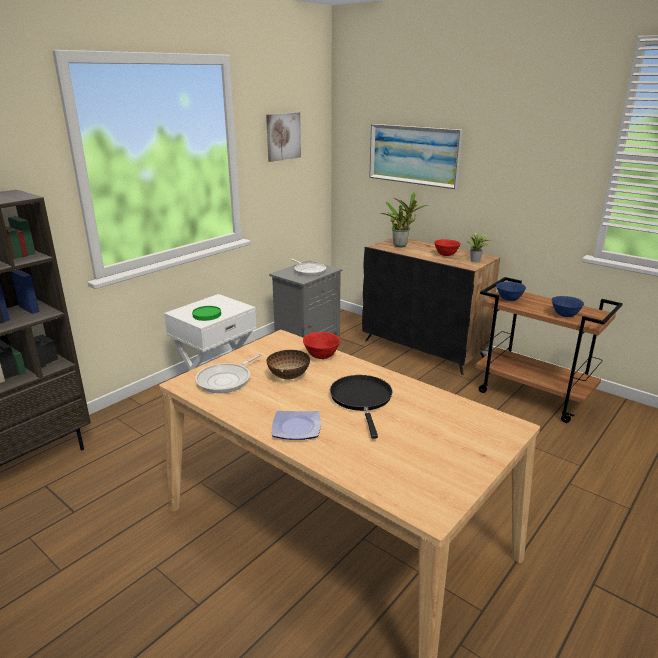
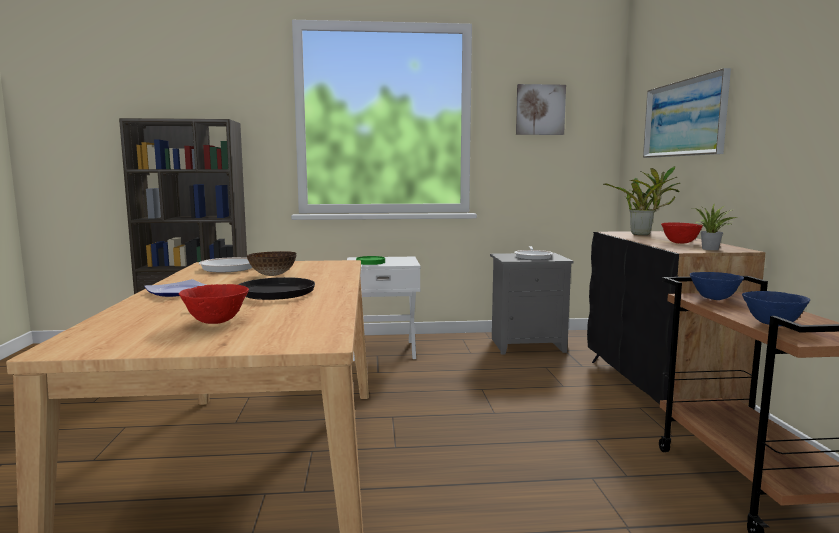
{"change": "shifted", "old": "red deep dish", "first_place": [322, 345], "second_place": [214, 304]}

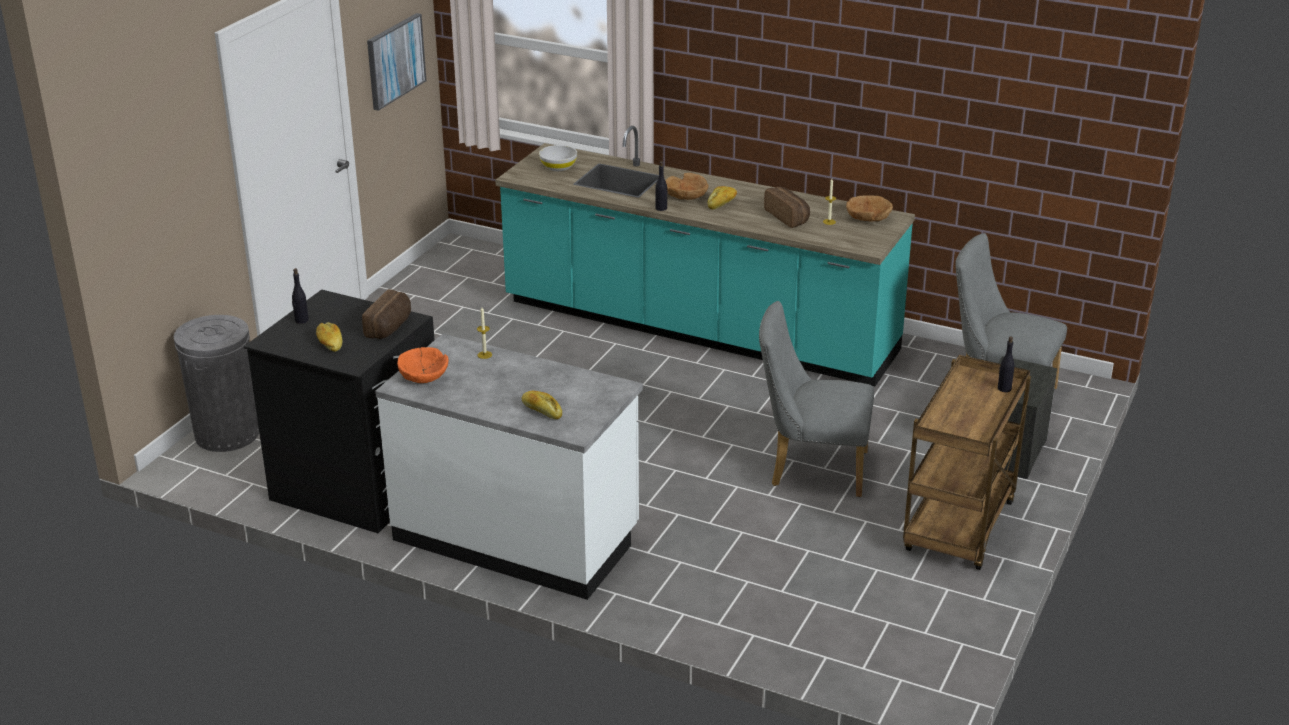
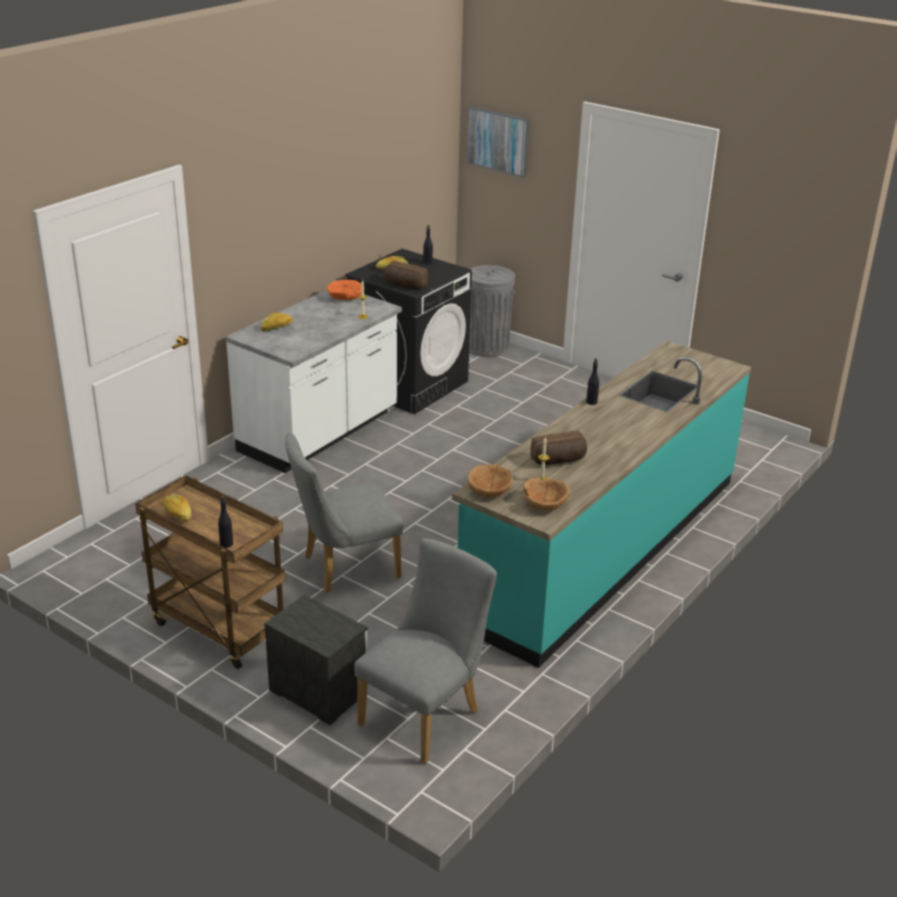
{"change": "shifted", "old": "picture", "first_place": [396, 62], "second_place": [498, 141]}
{"change": "gone", "old": "white-coloured deep dish", "first_place": [558, 158]}
{"change": "shifted", "old": "brown-coloured deep dish", "first_place": [687, 186], "second_place": [490, 480]}
{"change": "shifted", "old": "bakery bread", "first_place": [722, 198], "second_place": [177, 507]}
{"change": "rotated", "old": "gray upright chair", "first_place": [816, 399], "second_place": [344, 512], "degrees": -135}

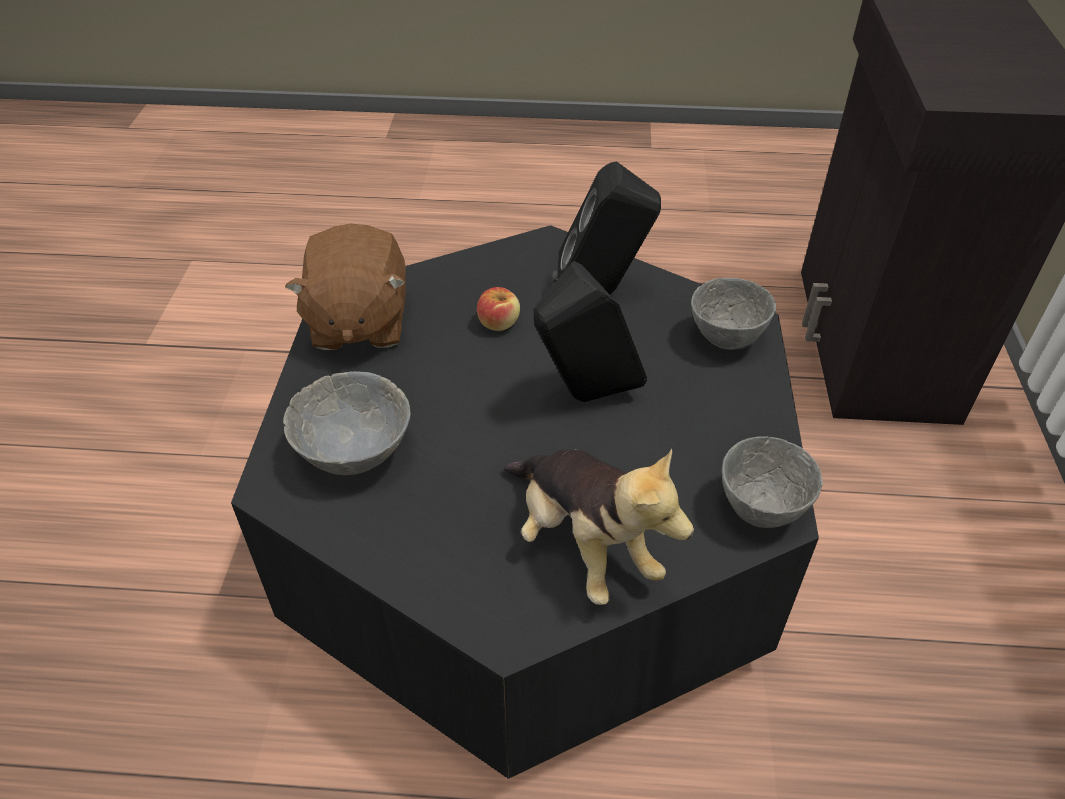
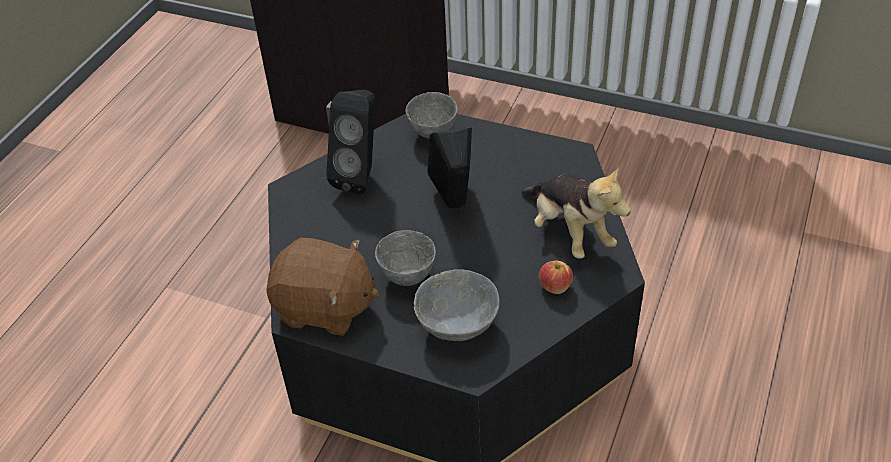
{"change": "shifted", "old": "apple", "first_place": [498, 309], "second_place": [556, 277]}
{"change": "shifted", "old": "gray deep dish", "first_place": [772, 482], "second_place": [405, 258]}
{"change": "rotated", "old": "cuddly toy", "first_place": [598, 527], "second_place": [576, 212], "degrees": 75}

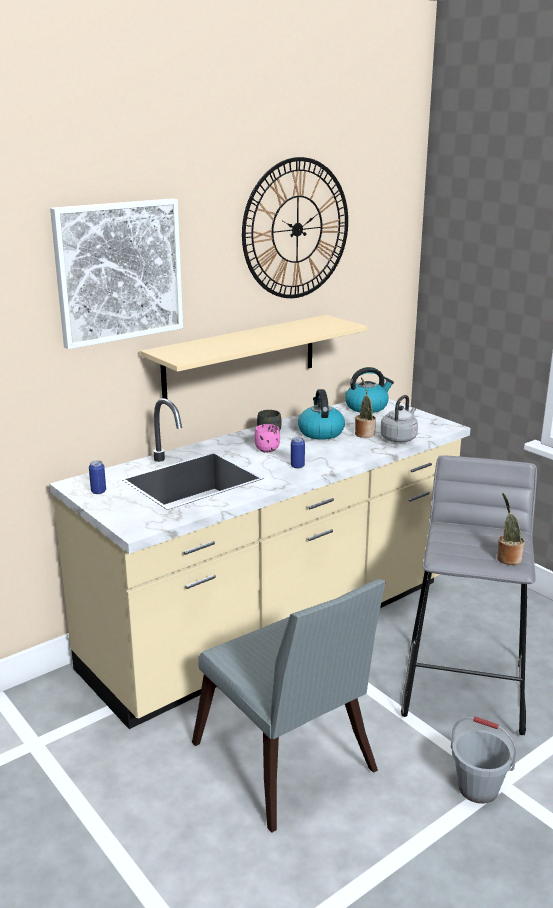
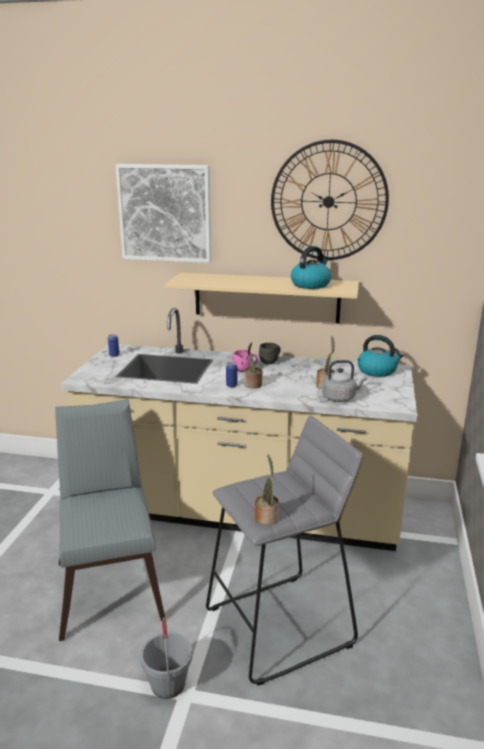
{"change": "shifted", "old": "tea kettle", "first_place": [321, 414], "second_place": [311, 267]}
{"change": "rotated", "old": "gray upright chair", "first_place": [289, 706], "second_place": [110, 520], "degrees": 150}
{"change": "new", "new": "potted plant", "second_place": [254, 365]}

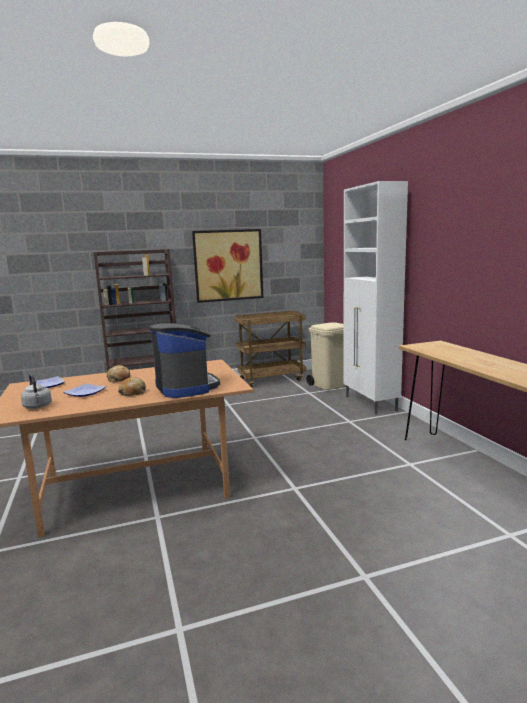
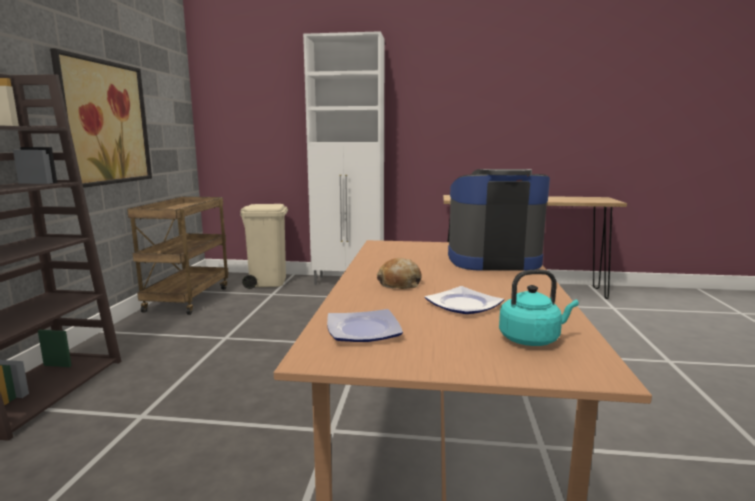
{"change": "repainted", "old": "gray tea kettle", "new": "blue-green tea kettle", "first_place": [36, 391], "second_place": [539, 308]}
{"change": "gone", "old": "bakery bread", "first_place": [132, 386]}

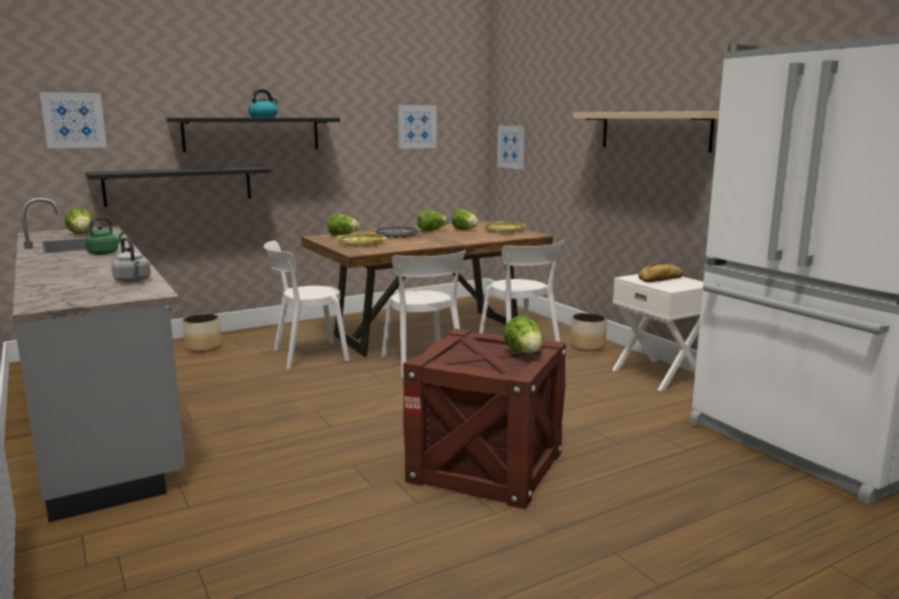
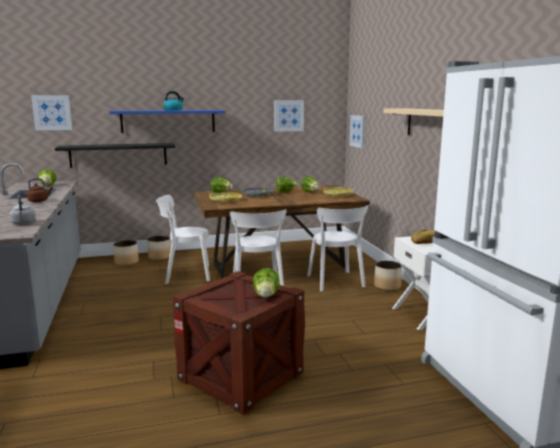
{"change": "repainted", "old": "black-coloured wall shelf", "new": "bluish wall shelf", "first_place": [253, 135], "second_place": [167, 121]}
{"change": "repainted", "old": "green tea kettle", "new": "brown-coloured tea kettle", "first_place": [104, 236], "second_place": [40, 190]}
{"change": "new", "new": "plant pot", "second_place": [159, 248]}

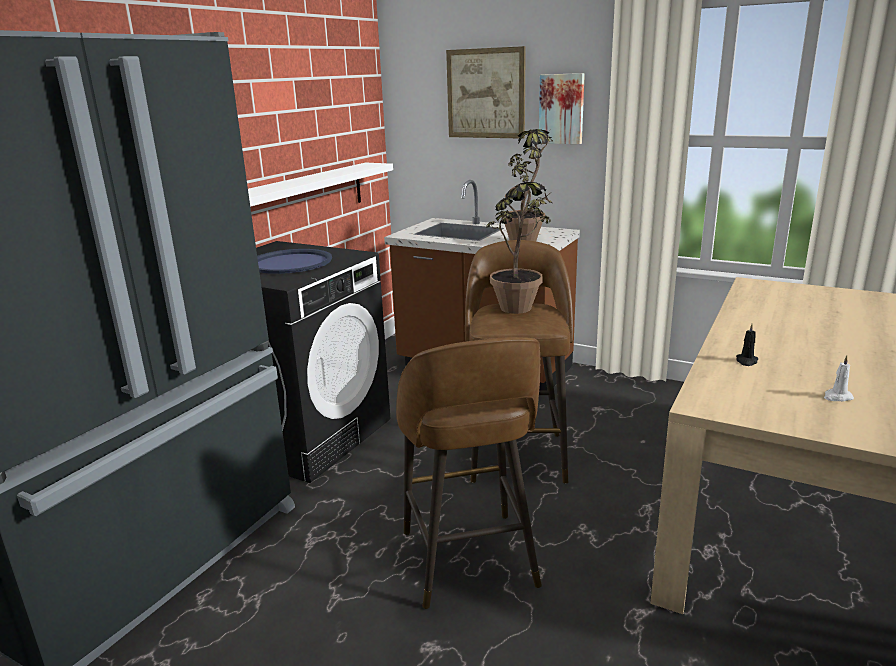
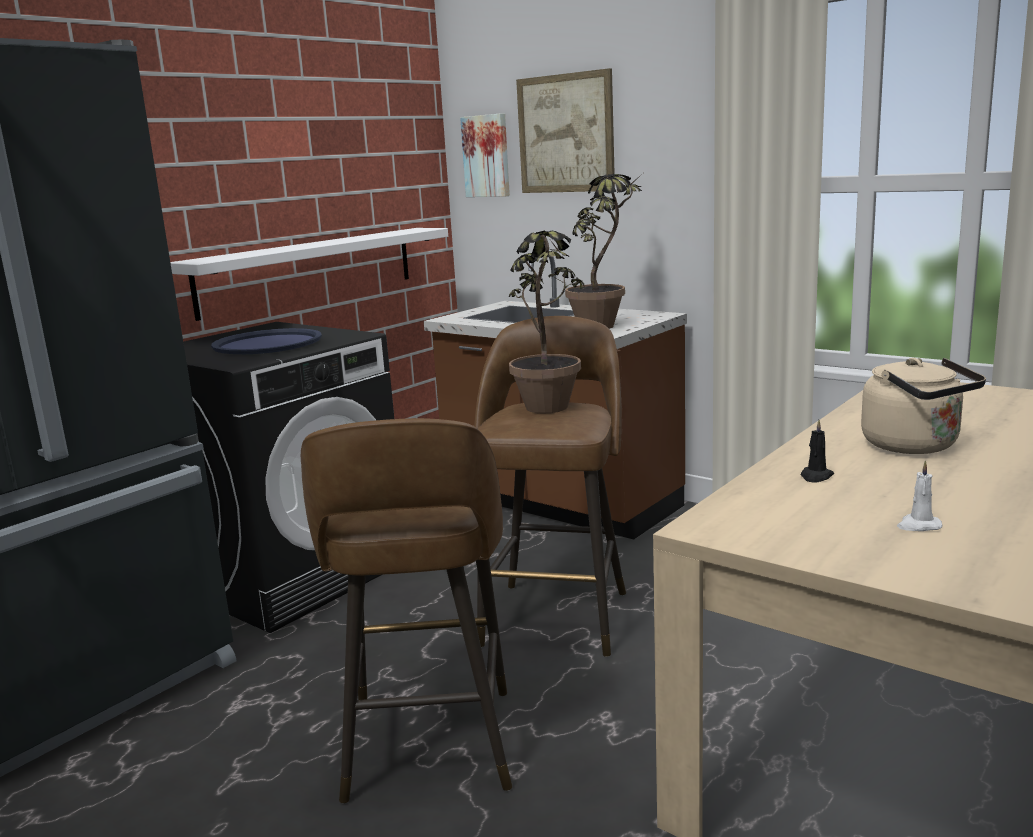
{"change": "shifted", "old": "picture", "first_place": [562, 108], "second_place": [485, 155]}
{"change": "new", "new": "beige tea kettle", "second_place": [923, 406]}

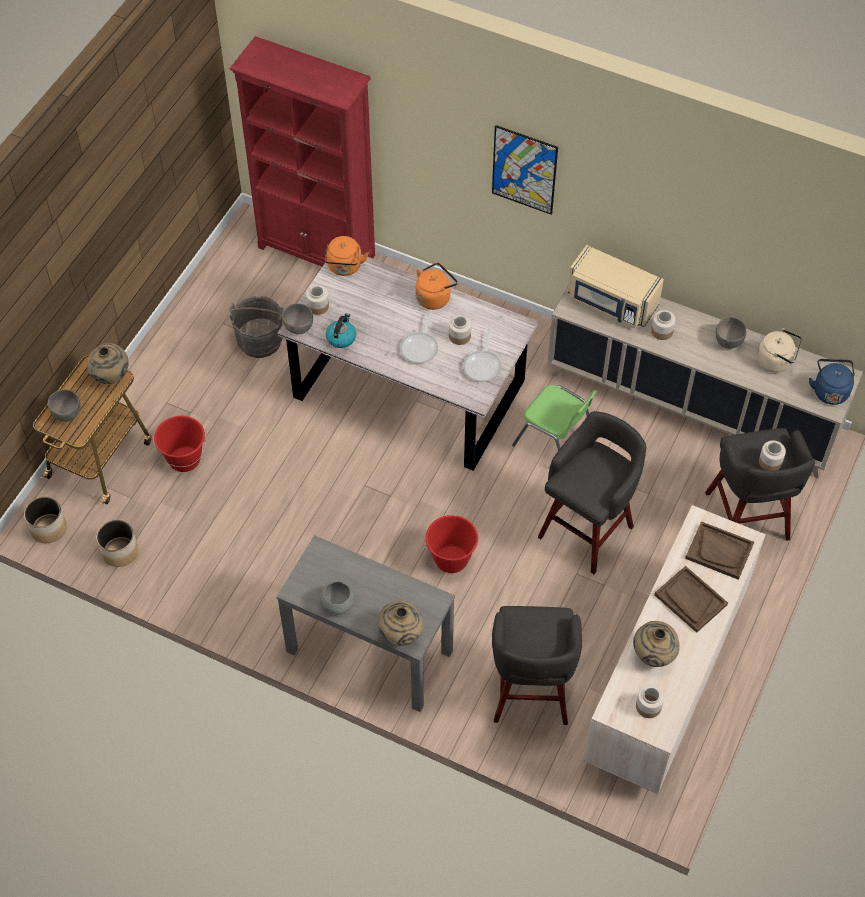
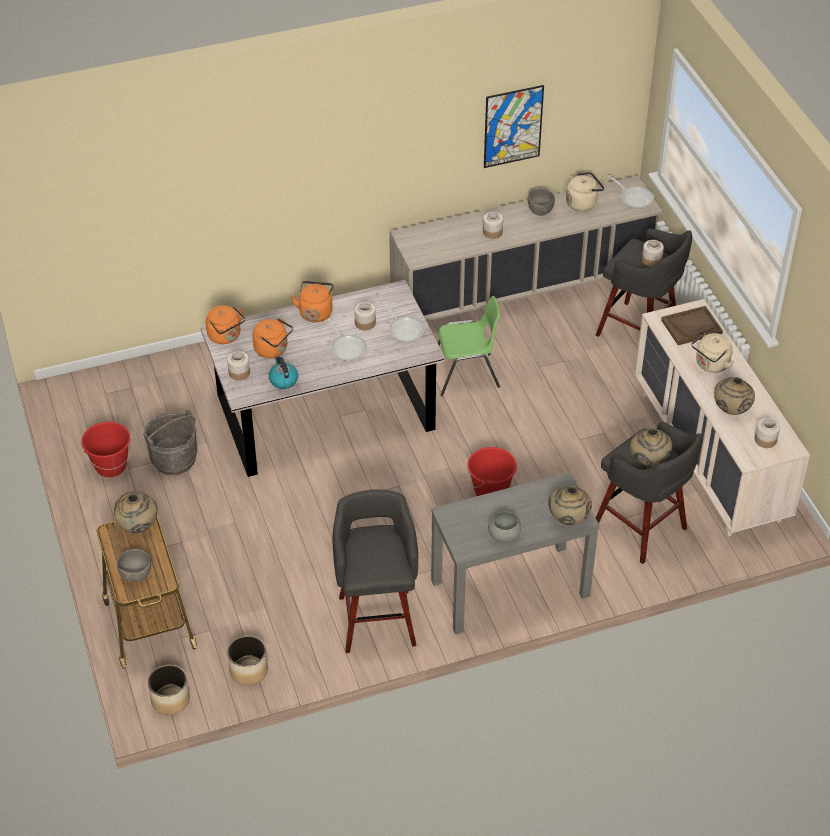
{"change": "gone", "old": "red bookshelf", "first_place": [302, 151]}
{"change": "shifted", "old": "picture", "first_place": [525, 170], "second_place": [514, 126]}
{"change": "gone", "old": "beige microwave oven", "first_place": [616, 287]}
{"change": "gone", "old": "gray deep dish", "first_place": [297, 318]}
{"change": "swapped", "old": "bluish tea kettle", "new": "frying pan", "first_place": [832, 382], "second_place": [631, 192]}
{"change": "shifted", "old": "gray sitting stool", "first_place": [592, 492], "second_place": [375, 571]}
{"change": "shifted", "old": "red bucket", "first_place": [179, 443], "second_place": [106, 449]}
{"change": "swapped", "old": "brown-coloured serving tray", "new": "beige tea kettle", "first_place": [691, 599], "second_place": [713, 353]}
{"change": "new", "new": "orangey tea kettle", "second_place": [272, 338]}
{"change": "new", "new": "beige decorative vase", "second_place": [651, 447]}

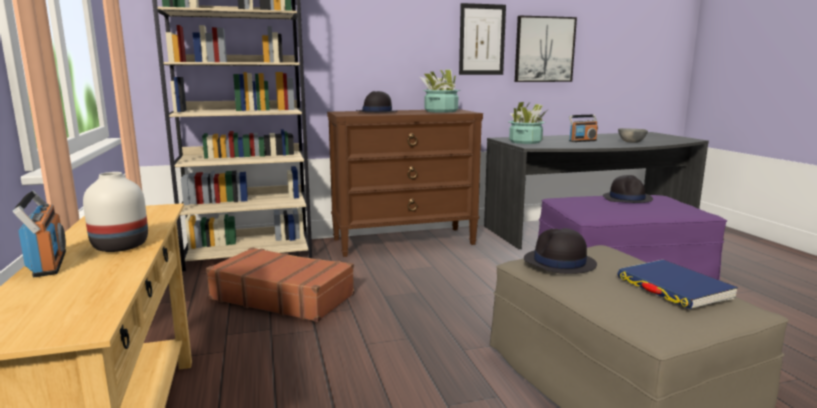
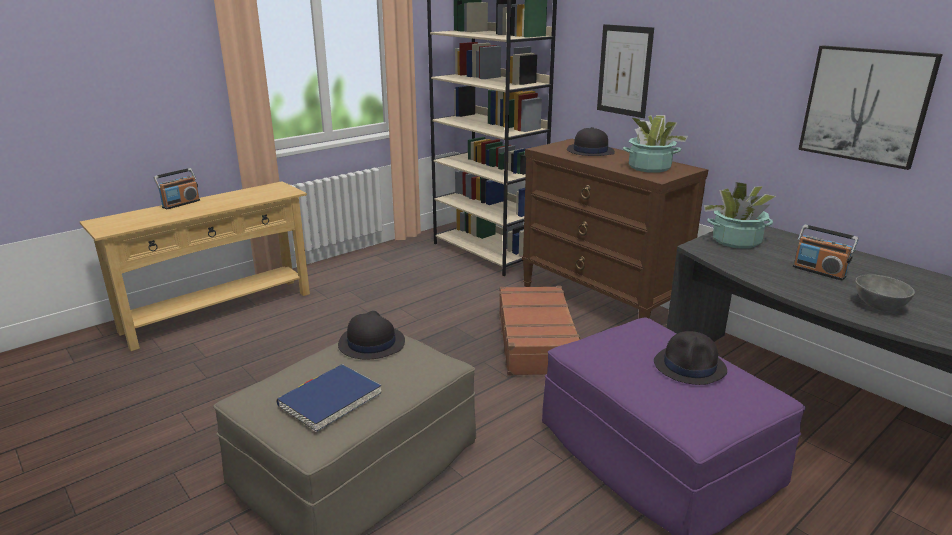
{"change": "shifted", "old": "picture", "first_place": [482, 39], "second_place": [625, 71]}
{"change": "gone", "old": "white-coloured decorative vase", "first_place": [115, 212]}
{"change": "shifted", "old": "brown-coloured suitcase", "first_place": [280, 284], "second_place": [539, 331]}

